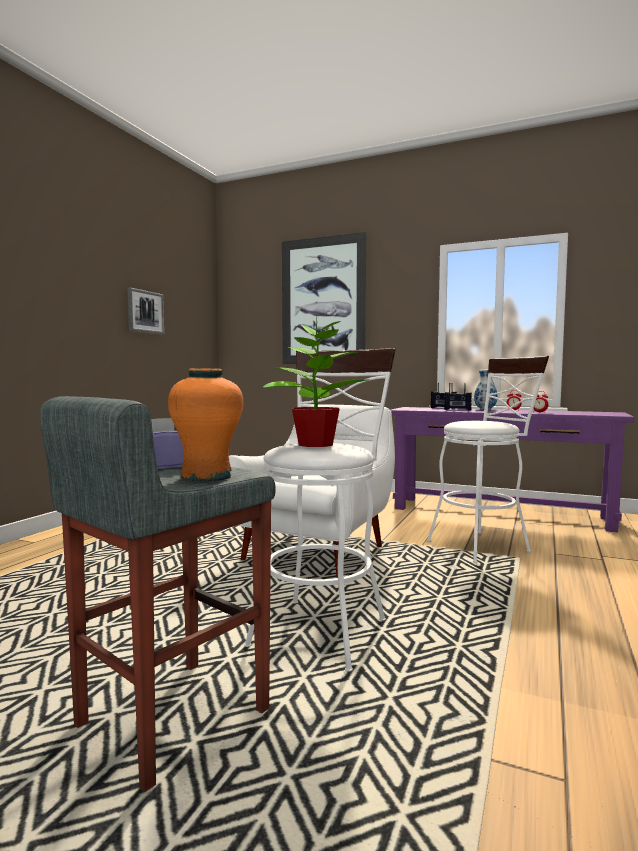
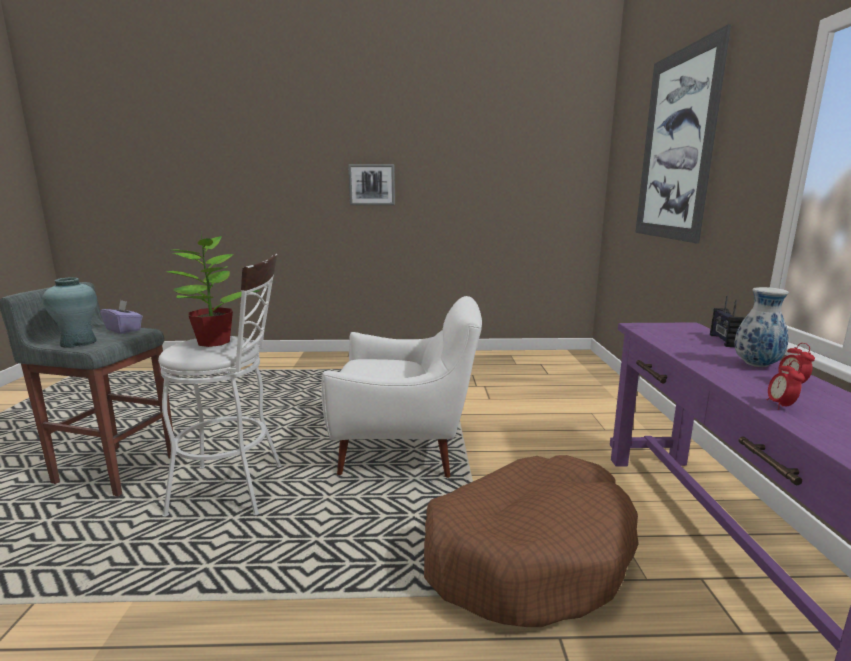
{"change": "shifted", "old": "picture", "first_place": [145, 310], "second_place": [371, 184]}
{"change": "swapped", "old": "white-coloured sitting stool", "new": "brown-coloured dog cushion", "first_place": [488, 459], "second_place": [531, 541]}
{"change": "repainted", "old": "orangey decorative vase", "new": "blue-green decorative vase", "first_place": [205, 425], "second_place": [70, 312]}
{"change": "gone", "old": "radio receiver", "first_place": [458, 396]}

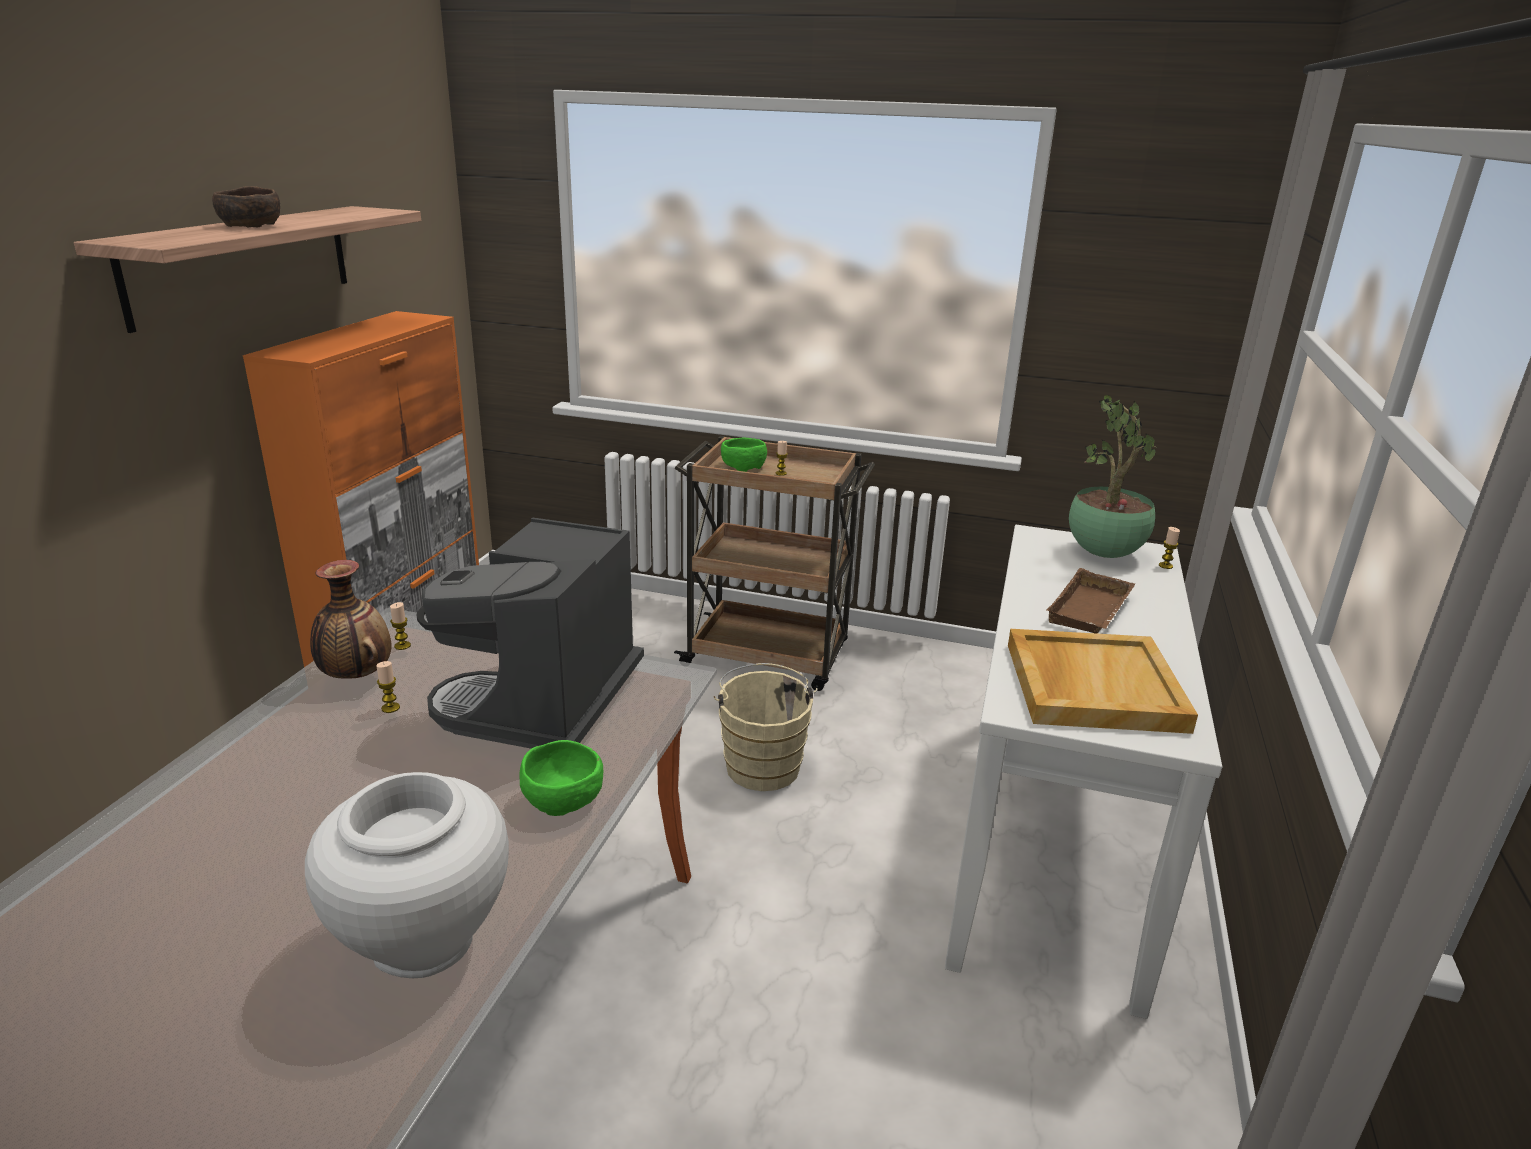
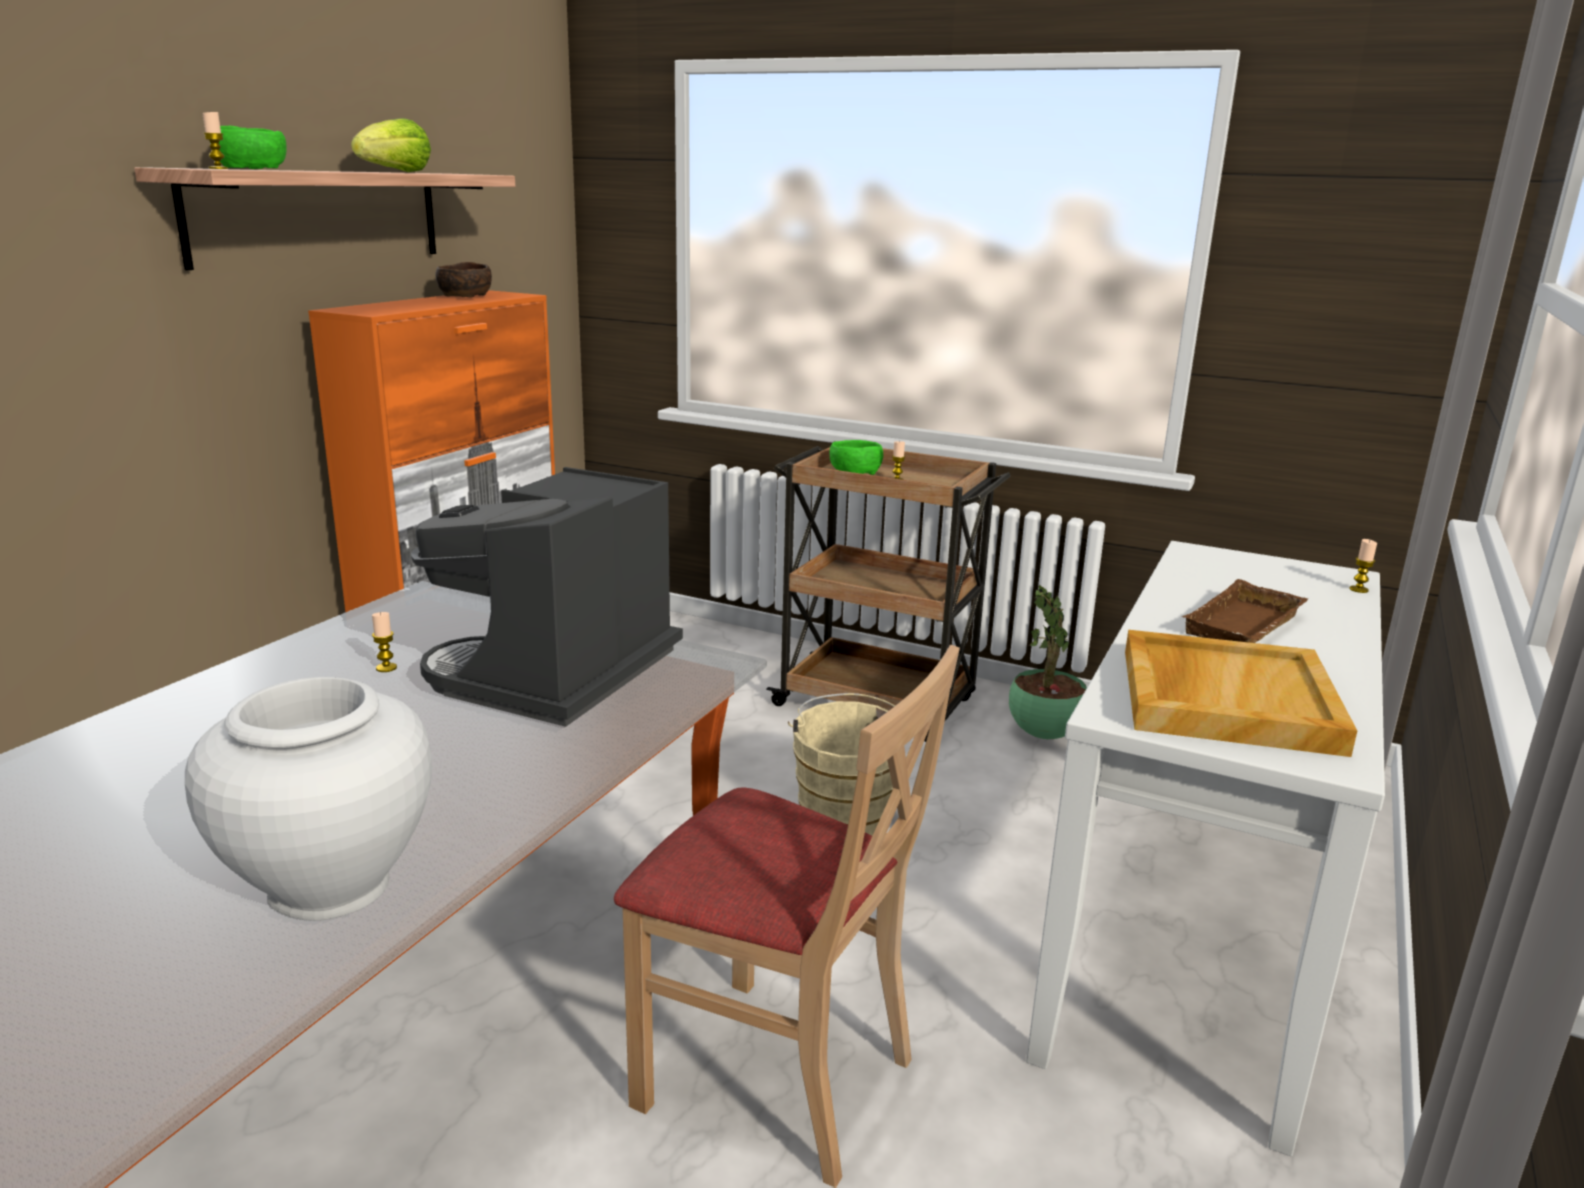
{"change": "shifted", "old": "brown-coloured deep dish", "first_place": [246, 206], "second_place": [463, 279]}
{"change": "shifted", "old": "potted plant", "first_place": [1112, 476], "second_place": [1048, 662]}
{"change": "gone", "old": "decorative vase", "first_place": [351, 619]}
{"change": "shifted", "old": "wax candle", "first_place": [400, 626], "second_place": [215, 140]}
{"change": "shifted", "old": "green deep dish", "first_place": [561, 778], "second_place": [248, 147]}
{"change": "new", "new": "head of lettuce", "second_place": [391, 145]}
{"change": "new", "new": "beige upright chair", "second_place": [787, 916]}

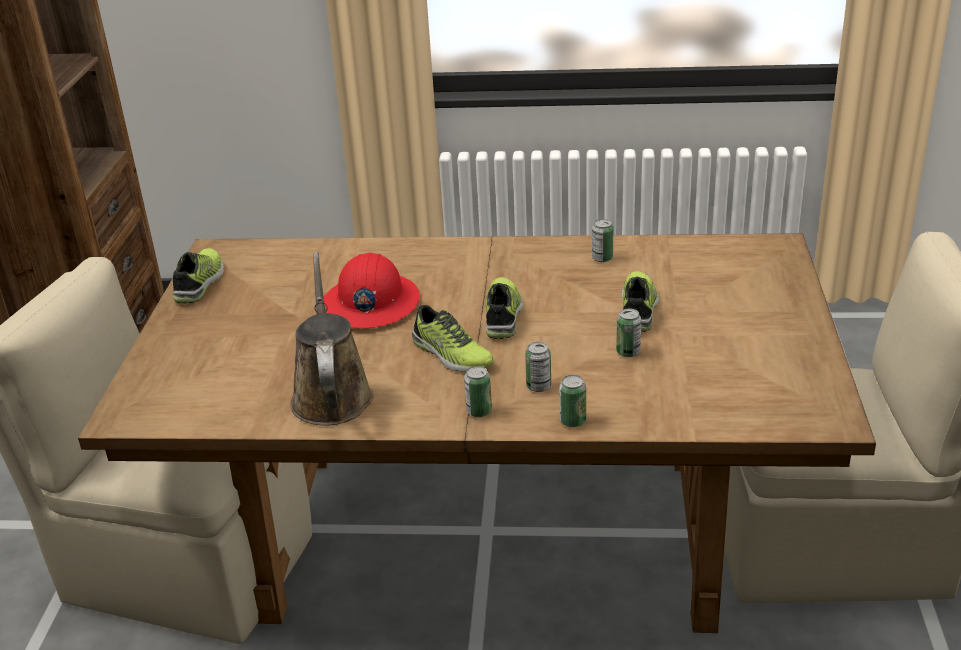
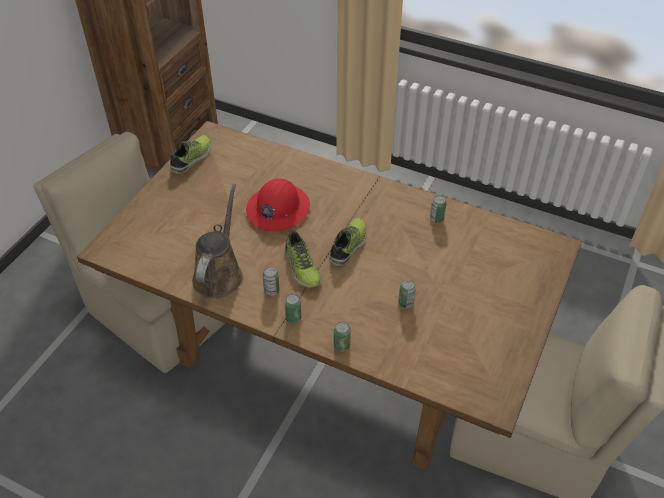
{"change": "gone", "old": "shoe", "first_place": [640, 301]}
{"change": "shifted", "old": "can", "first_place": [538, 367], "second_place": [271, 281]}

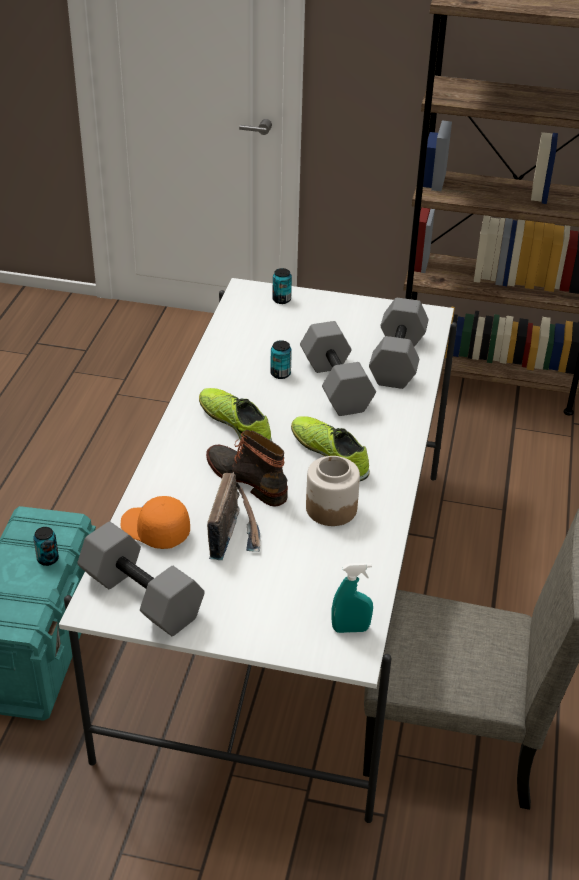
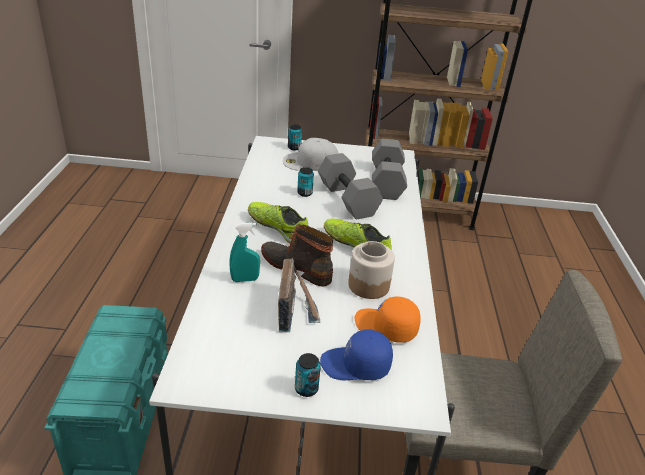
{"change": "shifted", "old": "orangey baseball cap", "first_place": [155, 522], "second_place": [388, 320]}
{"change": "gone", "old": "gray free weight", "first_place": [141, 578]}
{"change": "shifted", "old": "can", "first_place": [46, 546], "second_place": [308, 375]}
{"change": "shifted", "old": "blue-green hand sprayer", "first_place": [352, 598], "second_place": [244, 252]}
{"change": "new", "new": "white-coloured baseball cap", "second_place": [310, 154]}
{"change": "new", "new": "bluish baseball cap", "second_place": [356, 355]}

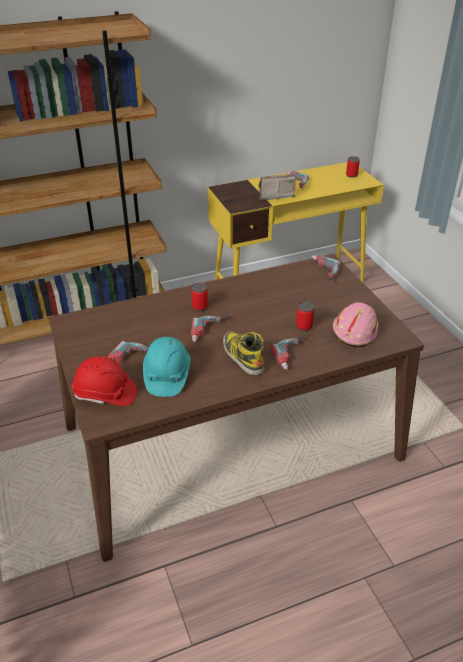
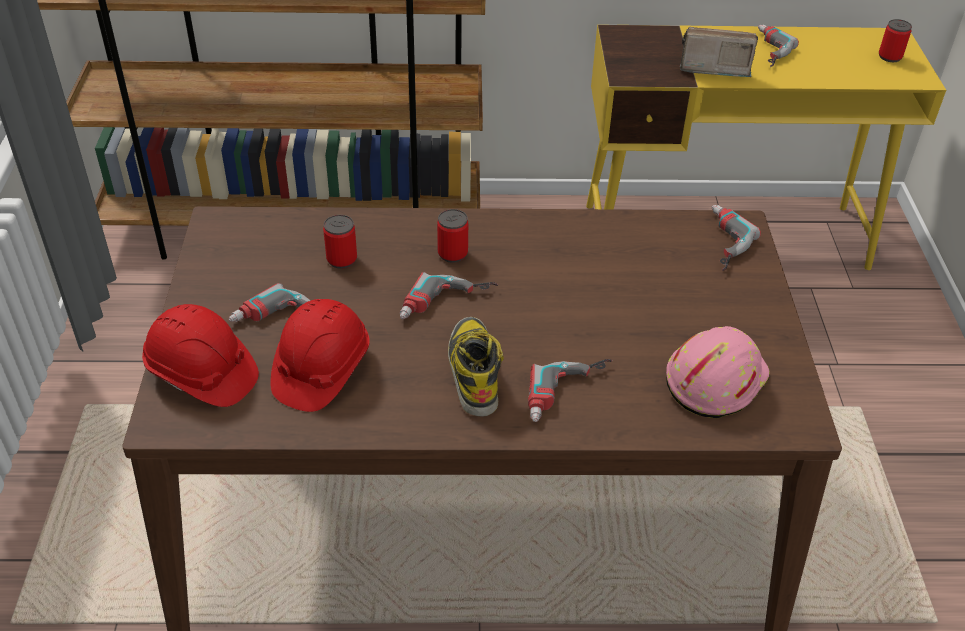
{"change": "shifted", "old": "can", "first_place": [305, 316], "second_place": [340, 242]}
{"change": "repainted", "old": "blue-green safety helmet", "new": "red safety helmet", "first_place": [166, 367], "second_place": [320, 355]}

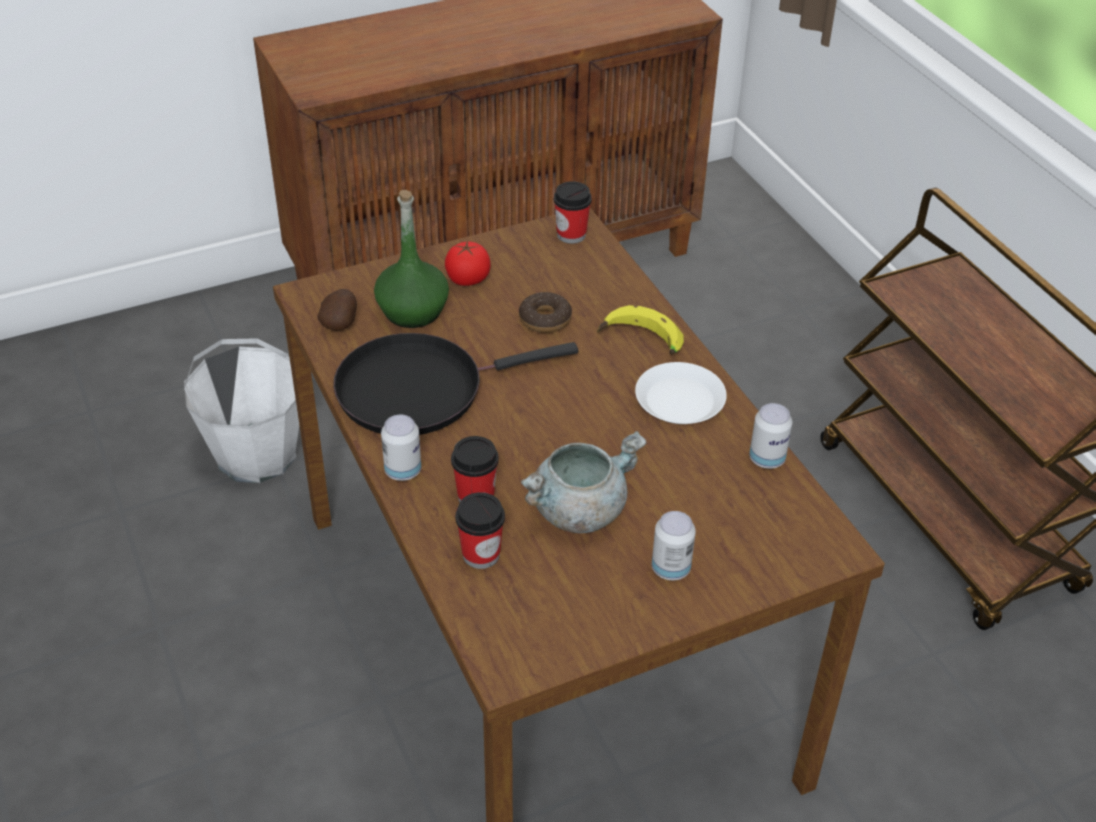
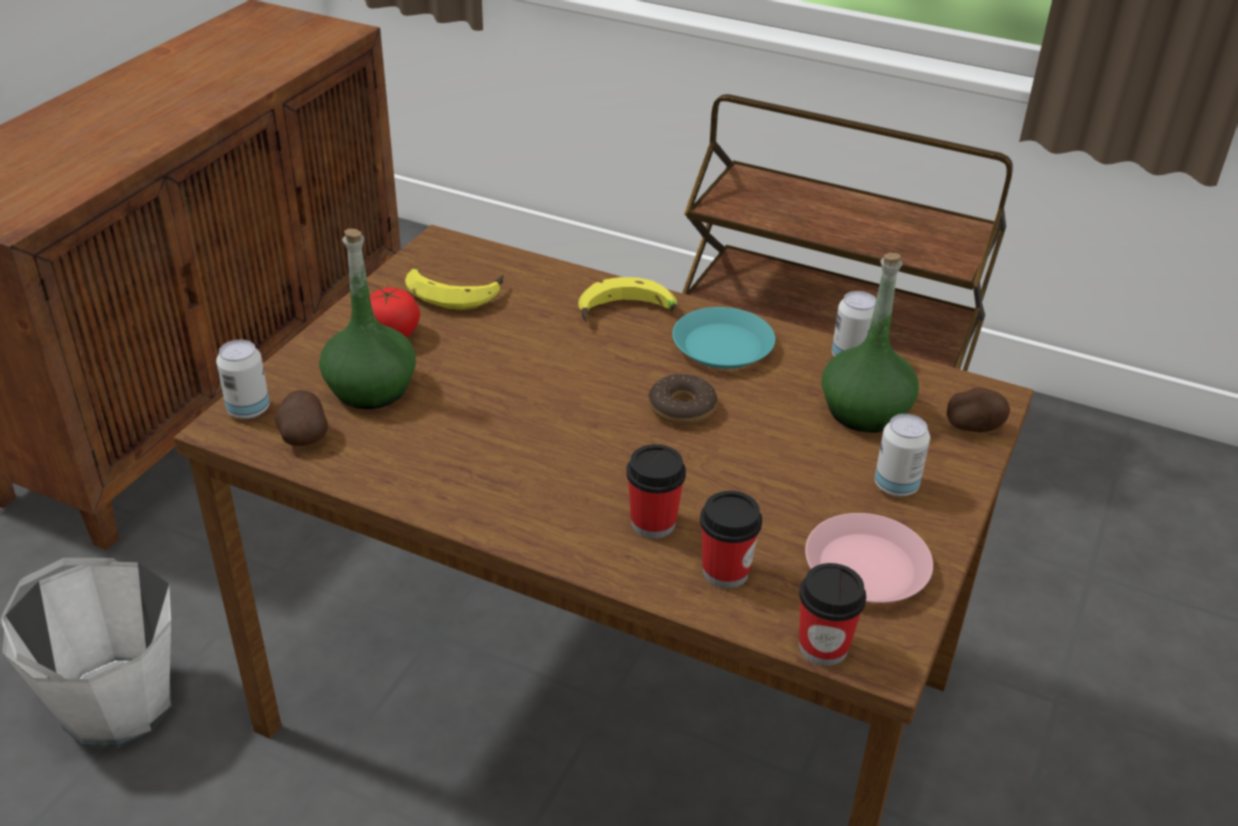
{"change": "shifted", "old": "small cup", "first_place": [572, 212], "second_place": [832, 614]}
{"change": "shifted", "old": "ring doughnut", "first_place": [545, 312], "second_place": [683, 399]}
{"change": "gone", "old": "black-coloured frying pan", "first_place": [455, 384]}
{"change": "repainted", "old": "white-coloured plate", "new": "blue-green plate", "first_place": [681, 393], "second_place": [723, 338]}
{"change": "shifted", "old": "can", "first_place": [401, 448], "second_place": [243, 379]}
{"change": "gone", "old": "gray stockpot", "first_place": [584, 482]}
{"change": "new", "new": "green drink bottle", "second_place": [870, 343]}
{"change": "new", "new": "banana fruit", "second_place": [454, 289]}
{"change": "new", "new": "spud", "second_place": [978, 409]}
{"change": "new", "new": "pink-coloured plate", "second_place": [869, 558]}

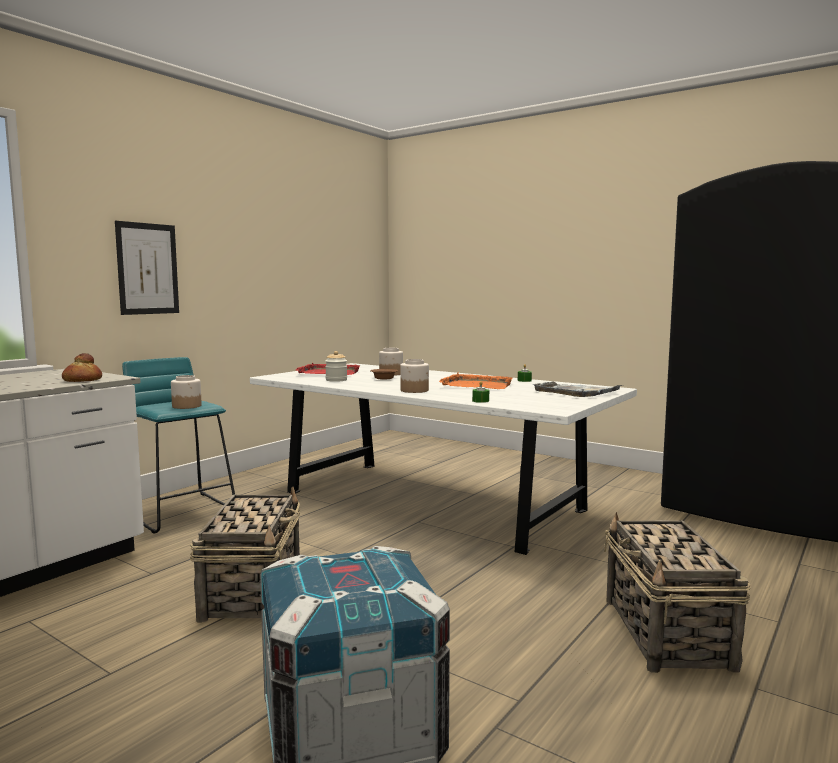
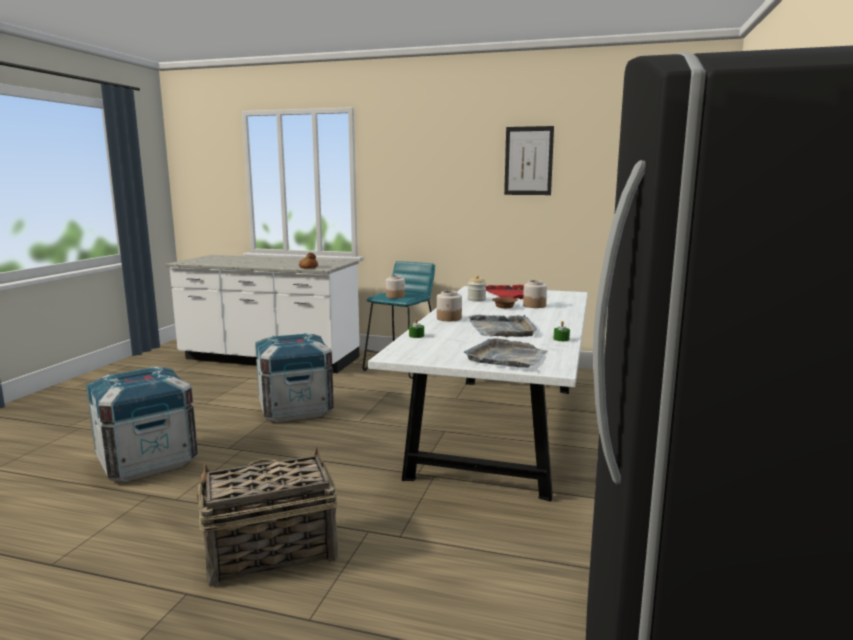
{"change": "shifted", "old": "picture", "first_place": [147, 268], "second_place": [529, 160]}
{"change": "repainted", "old": "orangey serving tray", "new": "gray serving tray", "first_place": [476, 381], "second_place": [503, 326]}
{"change": "swapped", "old": "storage basket", "new": "shipping crate", "first_place": [245, 554], "second_place": [294, 377]}

